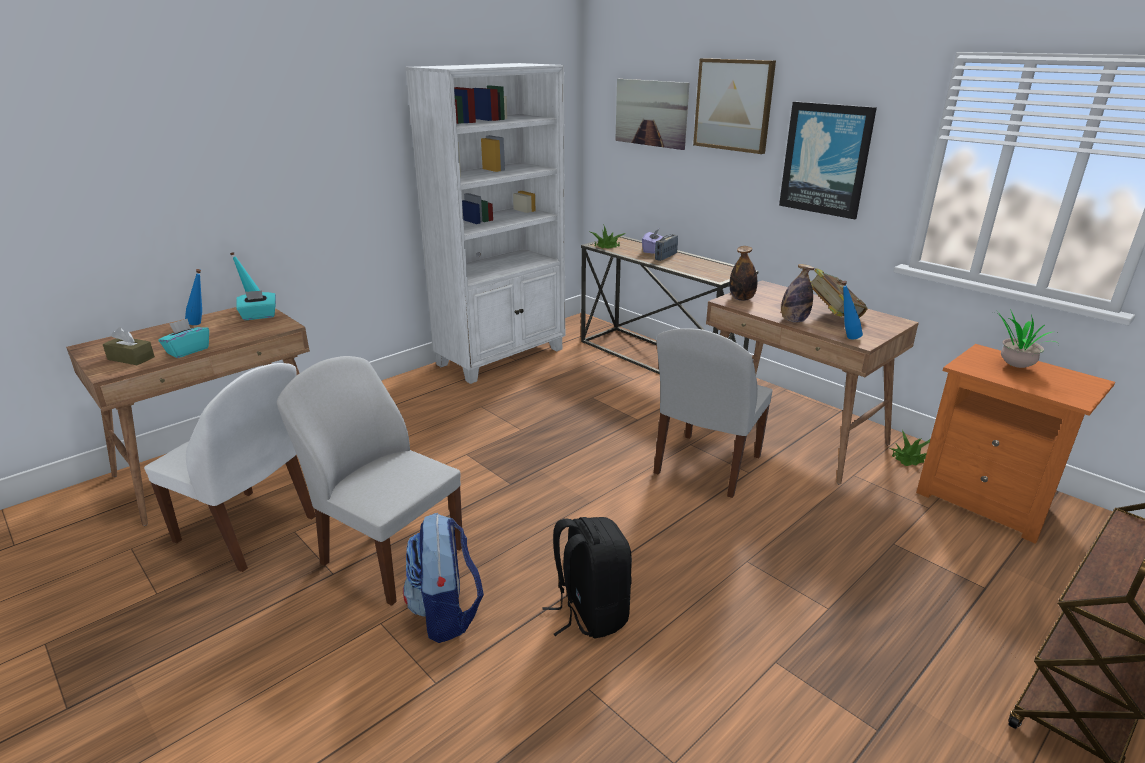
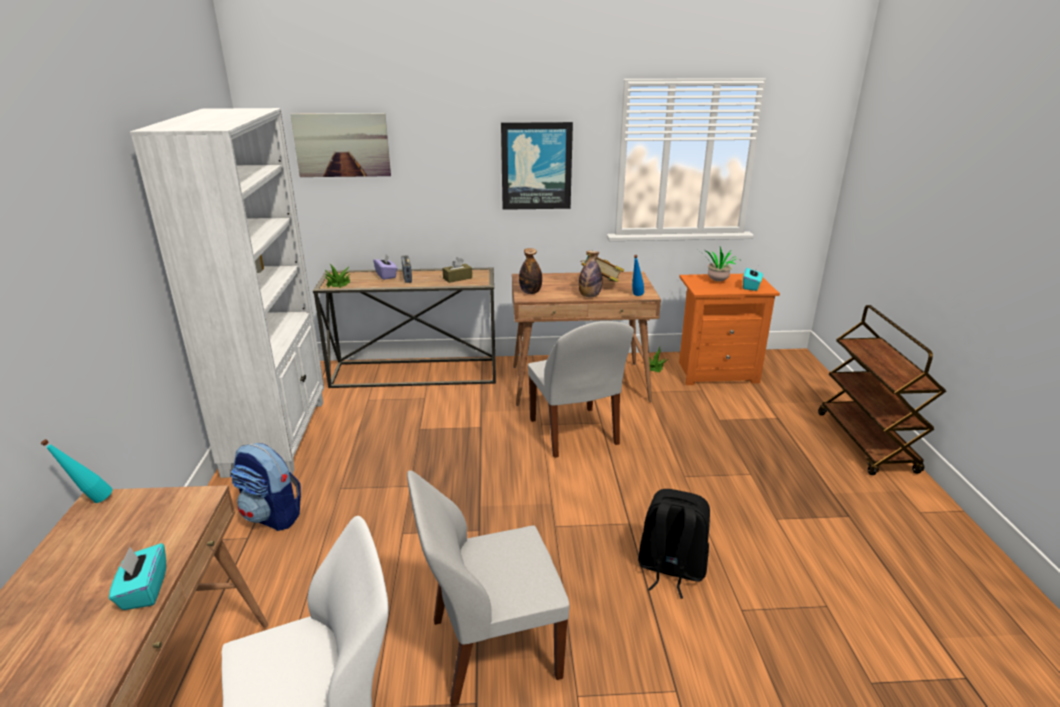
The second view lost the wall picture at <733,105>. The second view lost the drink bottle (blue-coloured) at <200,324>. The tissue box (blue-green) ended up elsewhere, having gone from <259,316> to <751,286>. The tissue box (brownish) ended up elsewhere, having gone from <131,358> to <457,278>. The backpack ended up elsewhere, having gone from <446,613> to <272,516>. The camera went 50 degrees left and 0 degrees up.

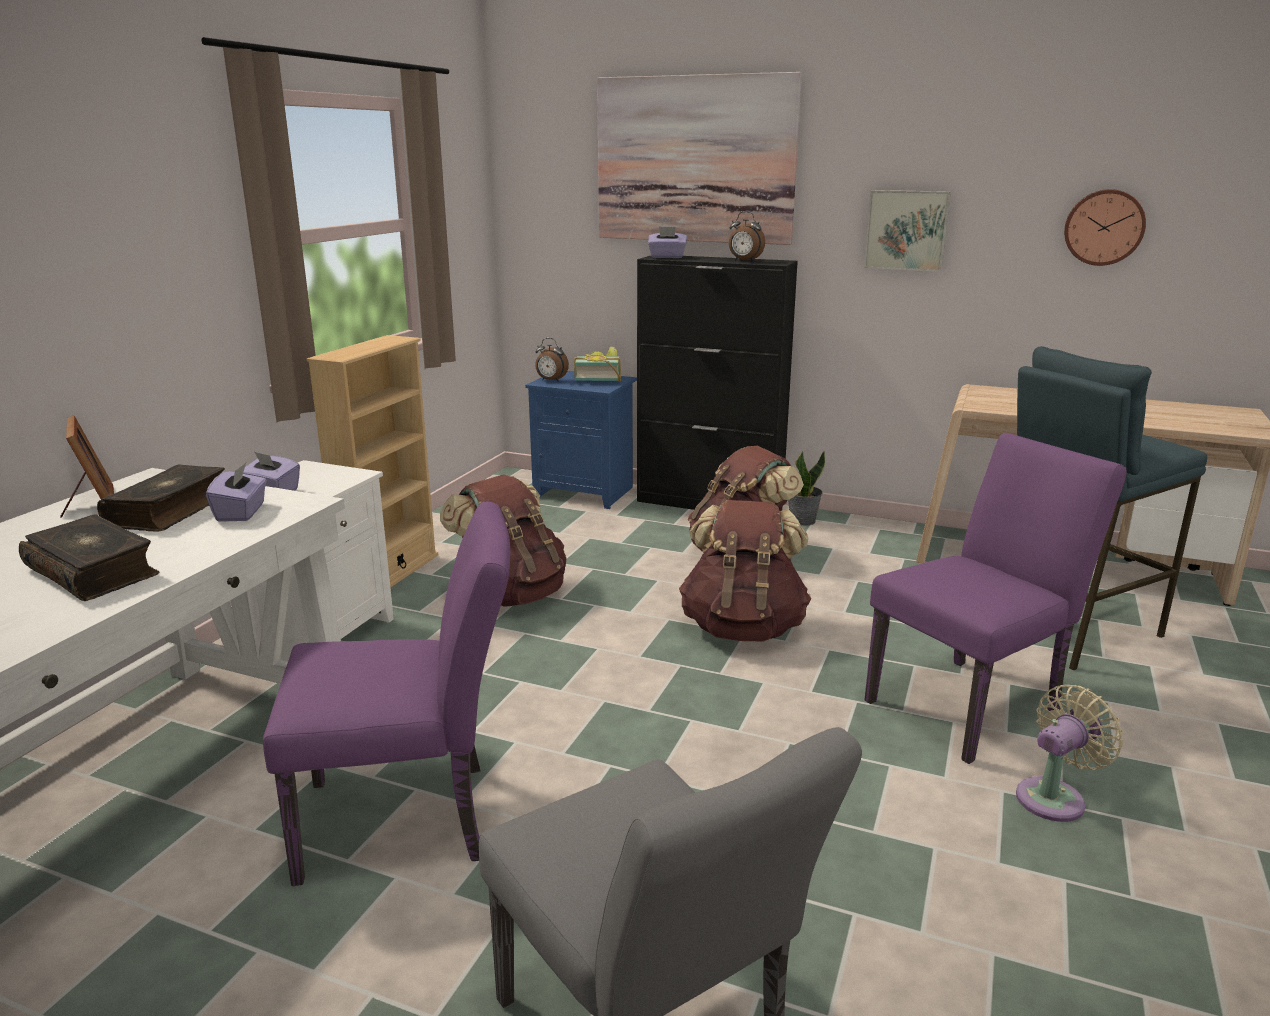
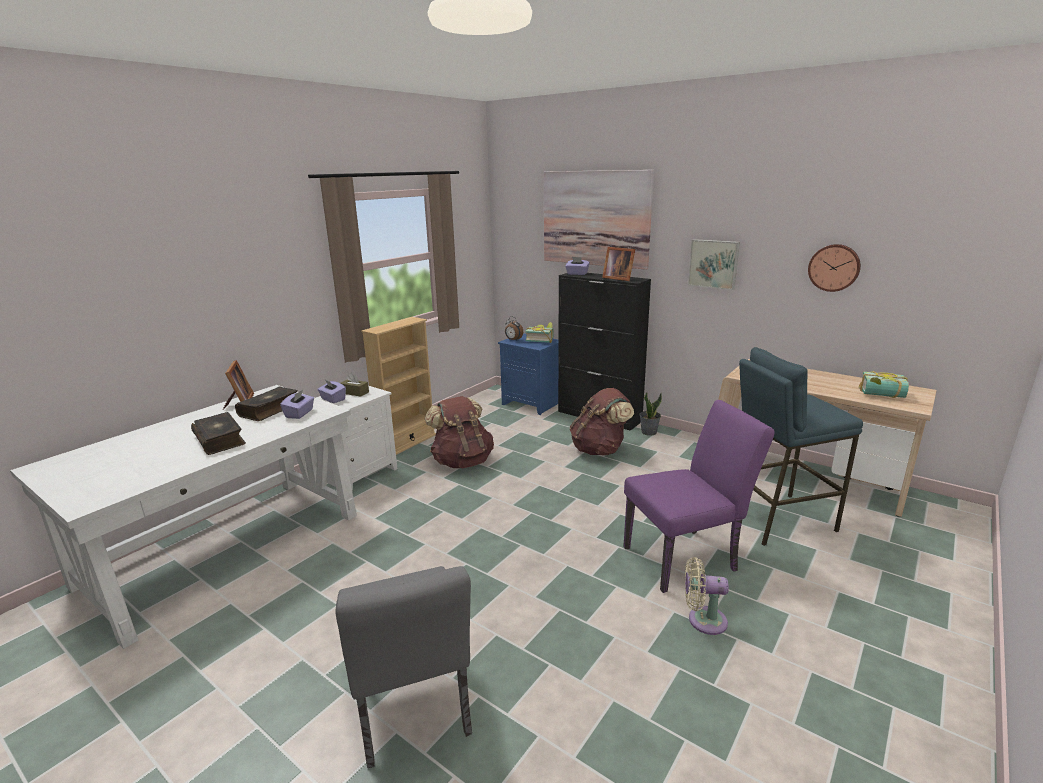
Where the alarm clock stood at <744,261>, the photo frame came to stand at <618,278>. The second view lost the backpack (brownish) at <743,628>. The second view lost the plain chair (purplish) at <412,819>. The cooling fan (beige) at <1054,797> ended up facing another way, 150 degrees counterclockwise from before. The second view gained the bound book at <882,395>. The second view gained the tissue box (brownish) at <355,392>. The camera went 15 degrees right and 0 degrees up.

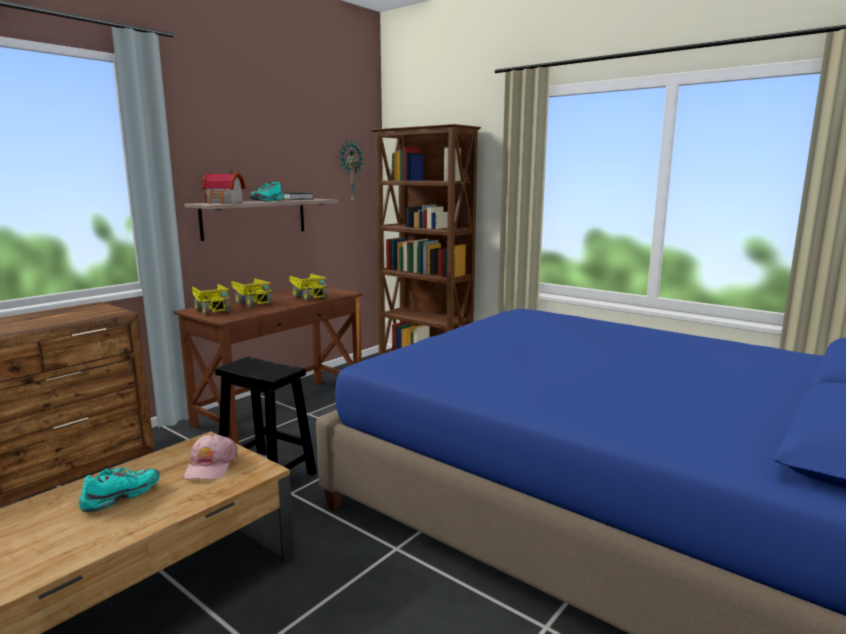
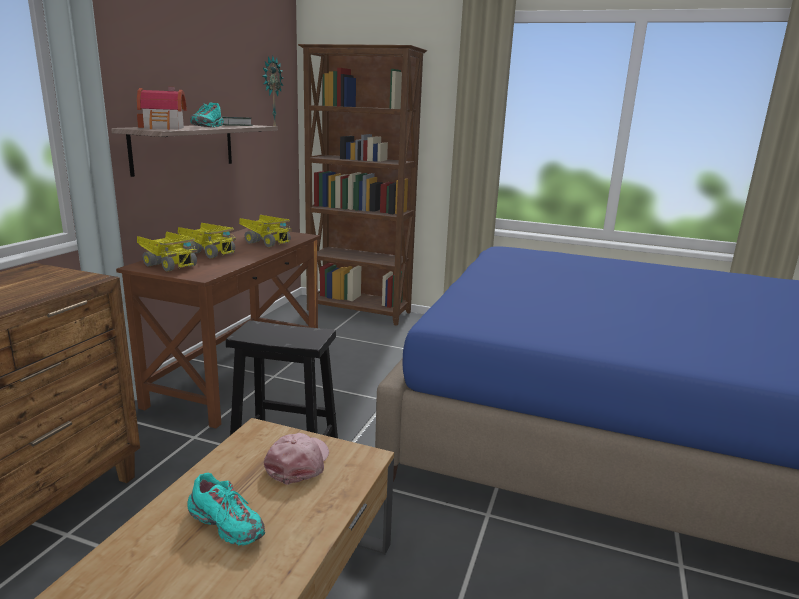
The baseball cap (pinkish) at <210,466> ended up facing another way, 150 degrees counterclockwise from before. The item of footwear (blue-green) at <121,497> ended up facing another way, 105 degrees clockwise from before. The camera went 20 degrees left and 5 degrees up.

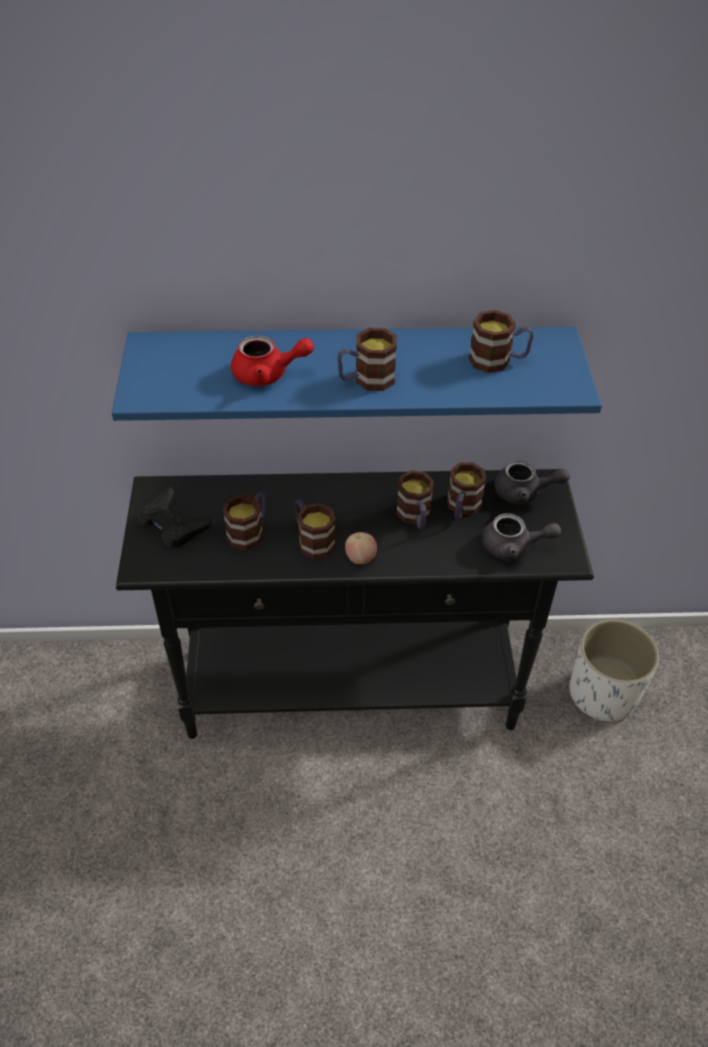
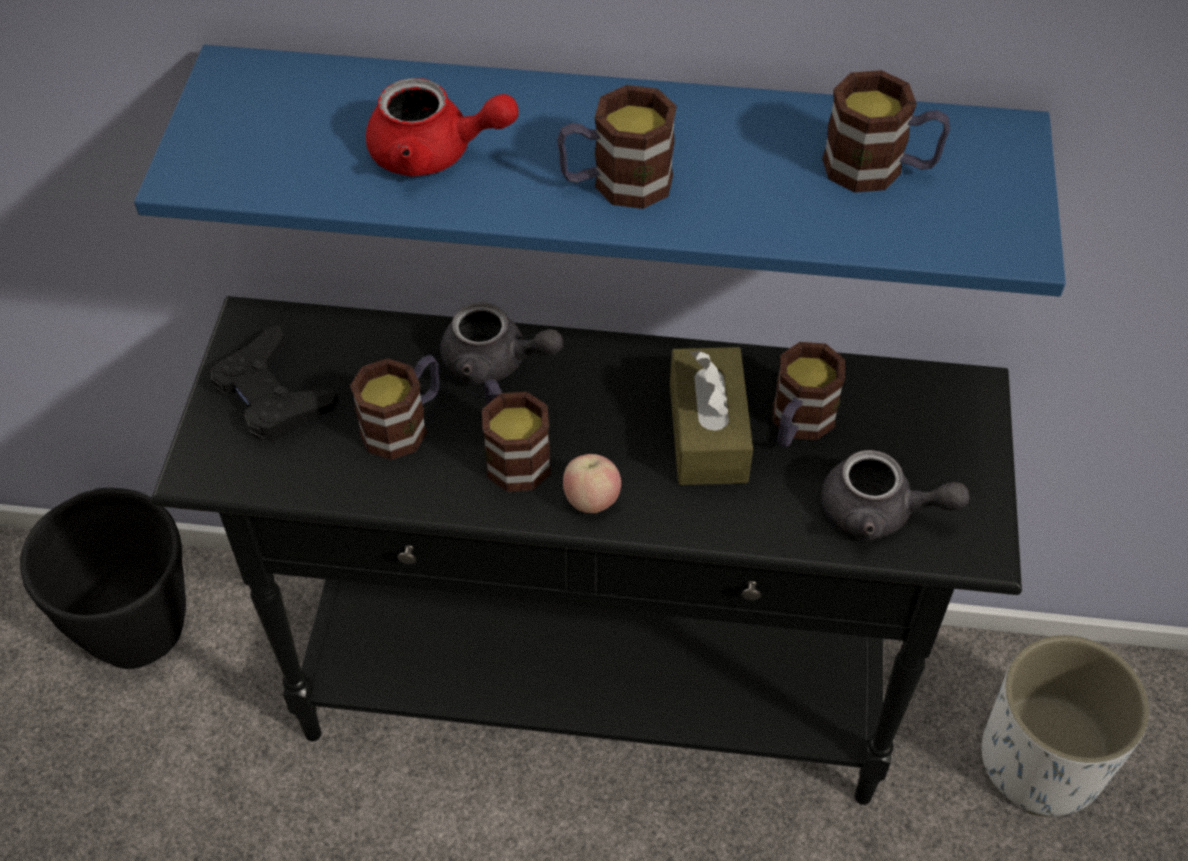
The pot for tea (greyish) ended up elsewhere, having gone from <524,493> to <495,363>. Where the tea mug stood at <415,517>, the tissue box (brownish) came to stand at <707,432>. The second view gained the flower pot (black) at <140,634>. The camera went 10 degrees right and 5 degrees up.

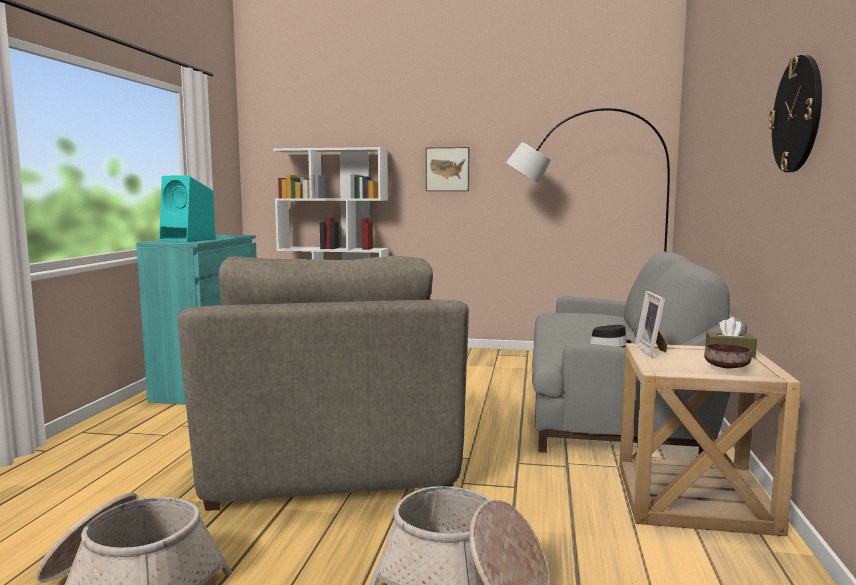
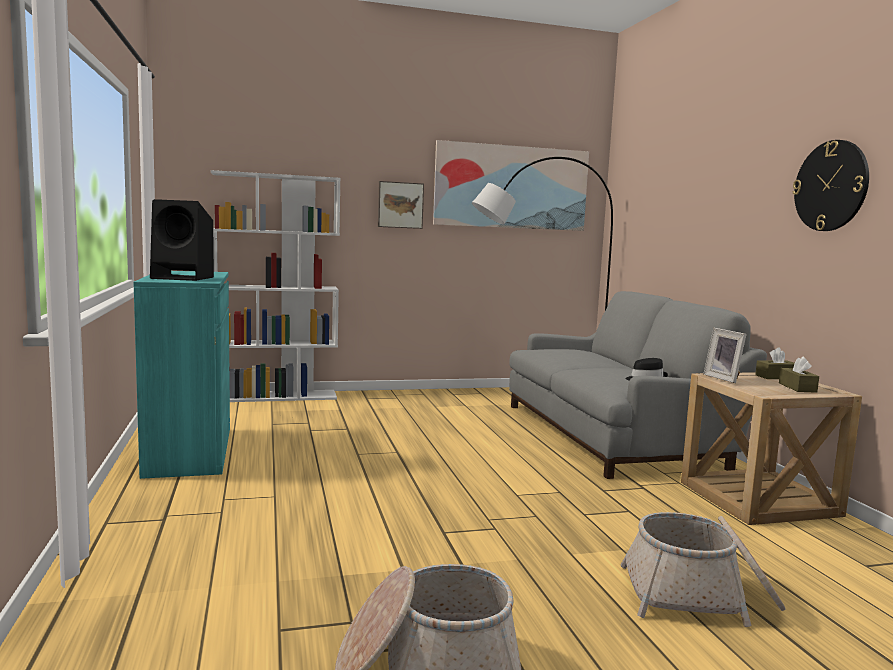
What was the audio speaker (blue-green) at <189,239> turned into the audio speaker (black) at <184,278>. The second view lost the lounge chair (greyish) at <331,463>. Where the deep dish (brownish) stood at <726,366>, the tissue box (brownish) came to stand at <797,387>. The second view gained the wall picture at <511,187>. The camera went 25 degrees left and 0 degrees up.

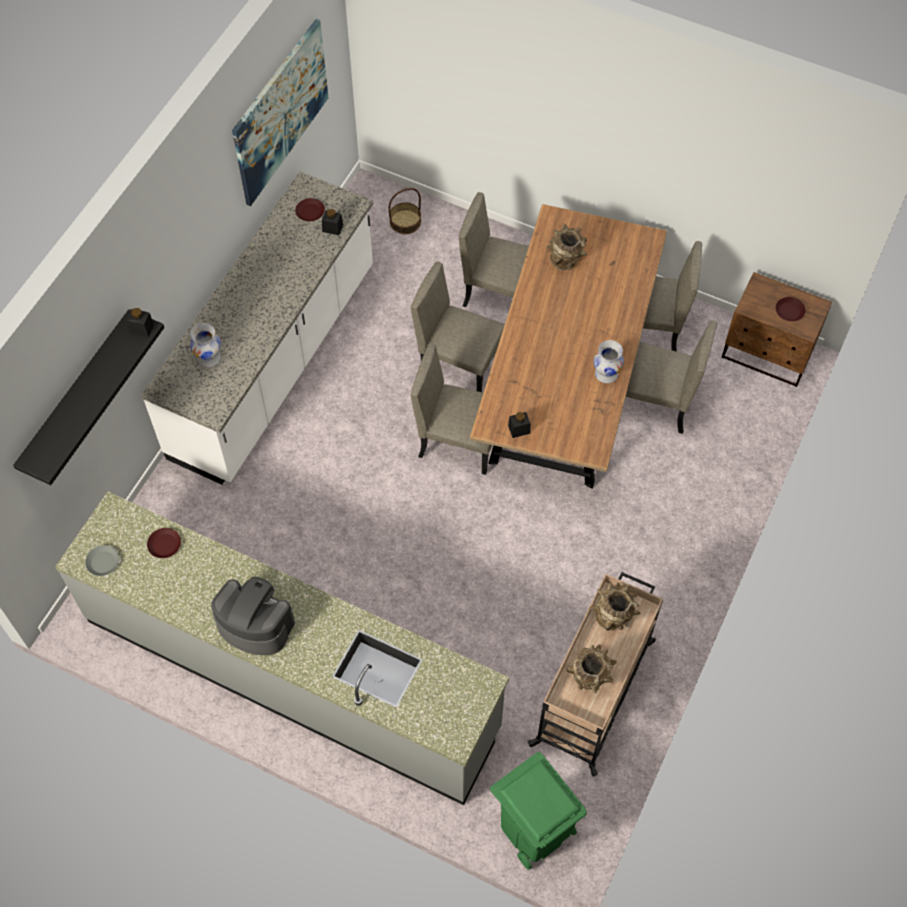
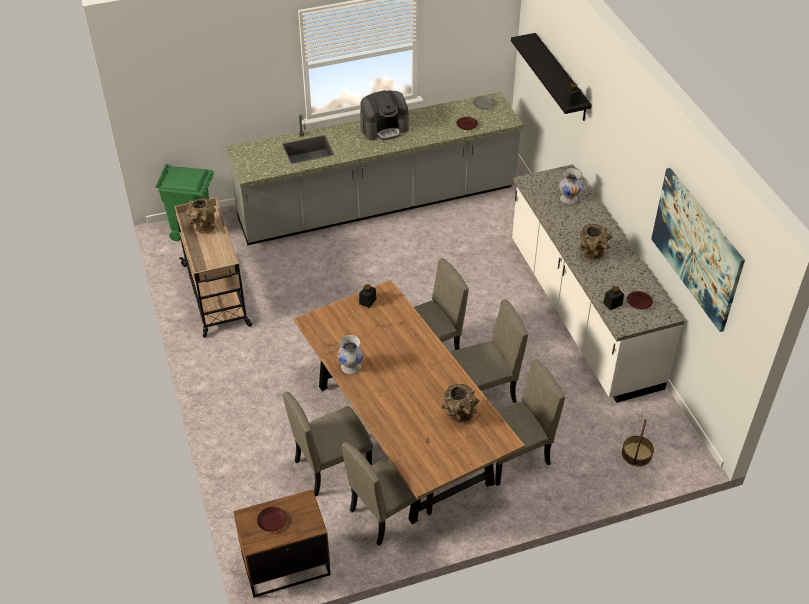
The flower vase (brownish) ended up elsewhere, having gone from <613,617> to <592,256>. The camera went 135 degrees right and 15 degrees down.

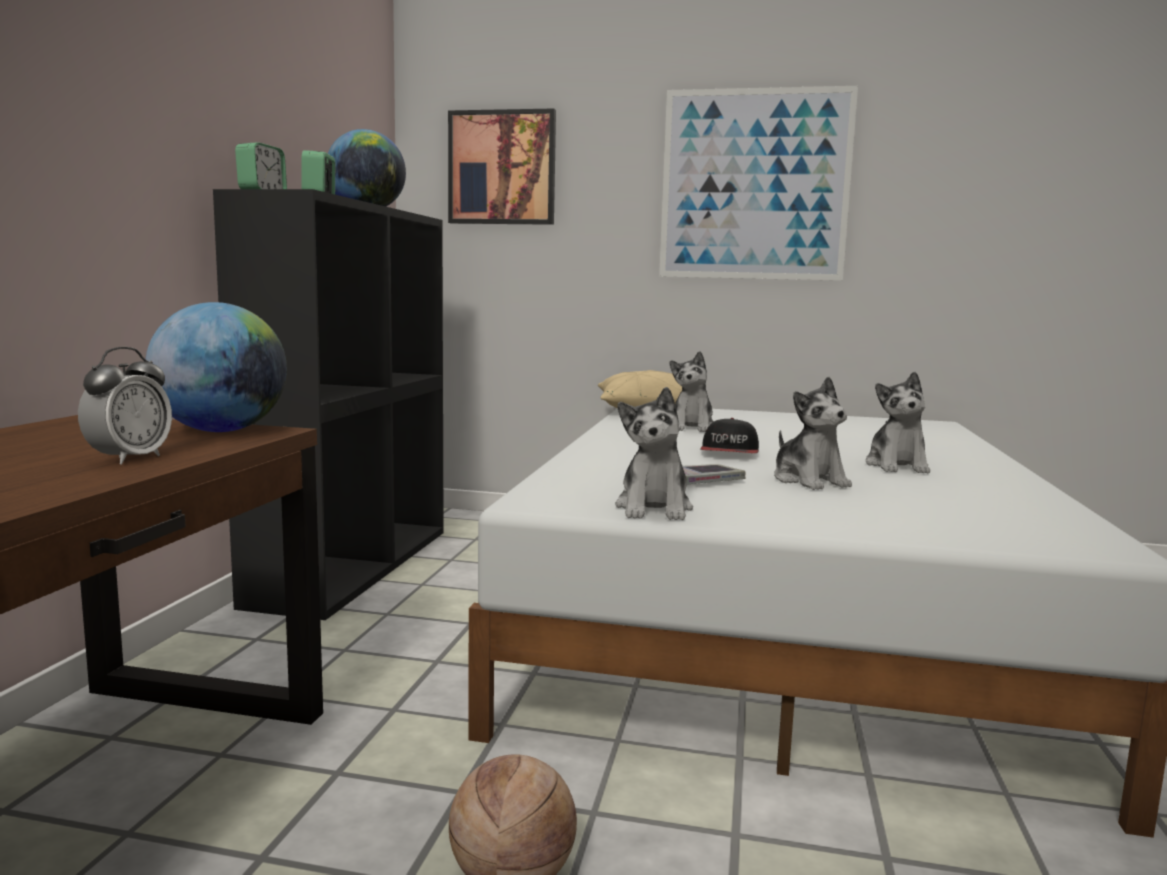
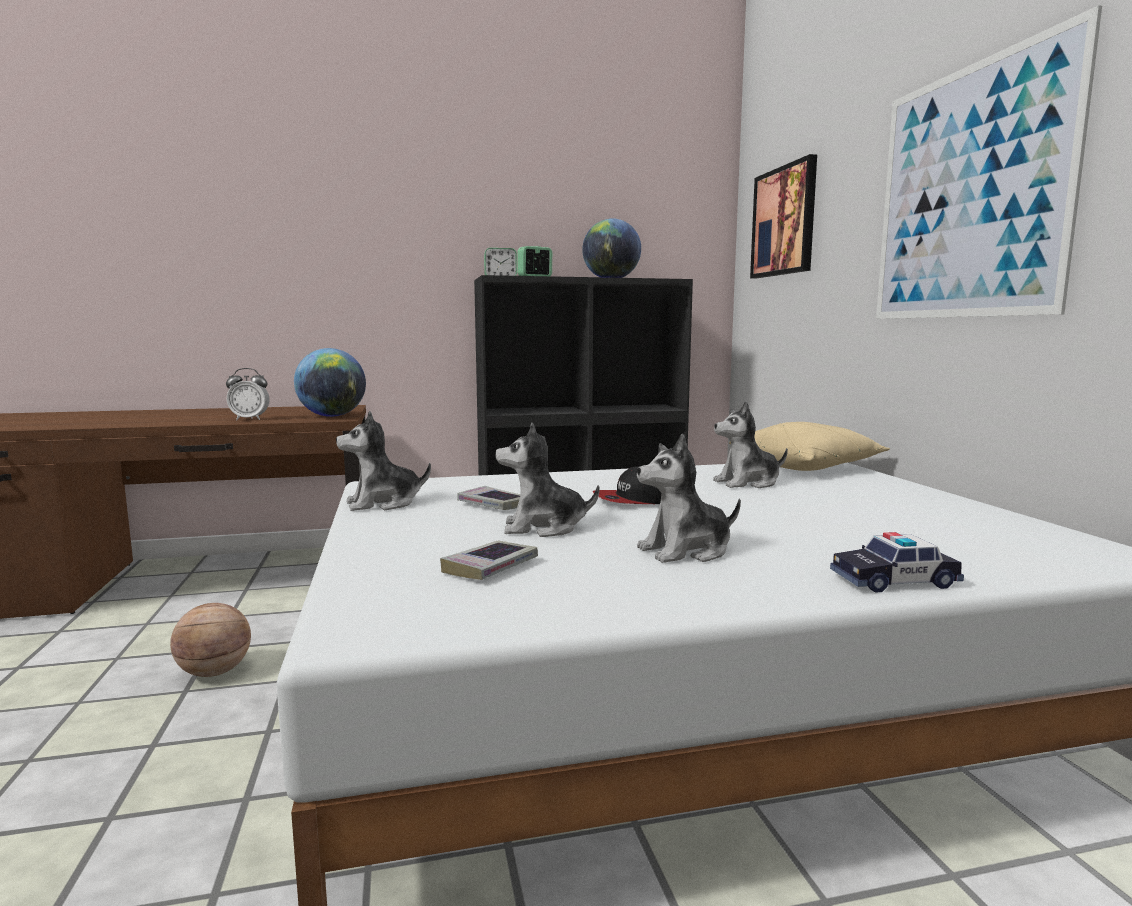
The soft toy at <809,480> ended up facing another way, 45 degrees clockwise from before. The second view gained the miniature car at <894,581>. The second view gained the bound book at <490,567>. The camera went 65 degrees right and 0 degrees up.

